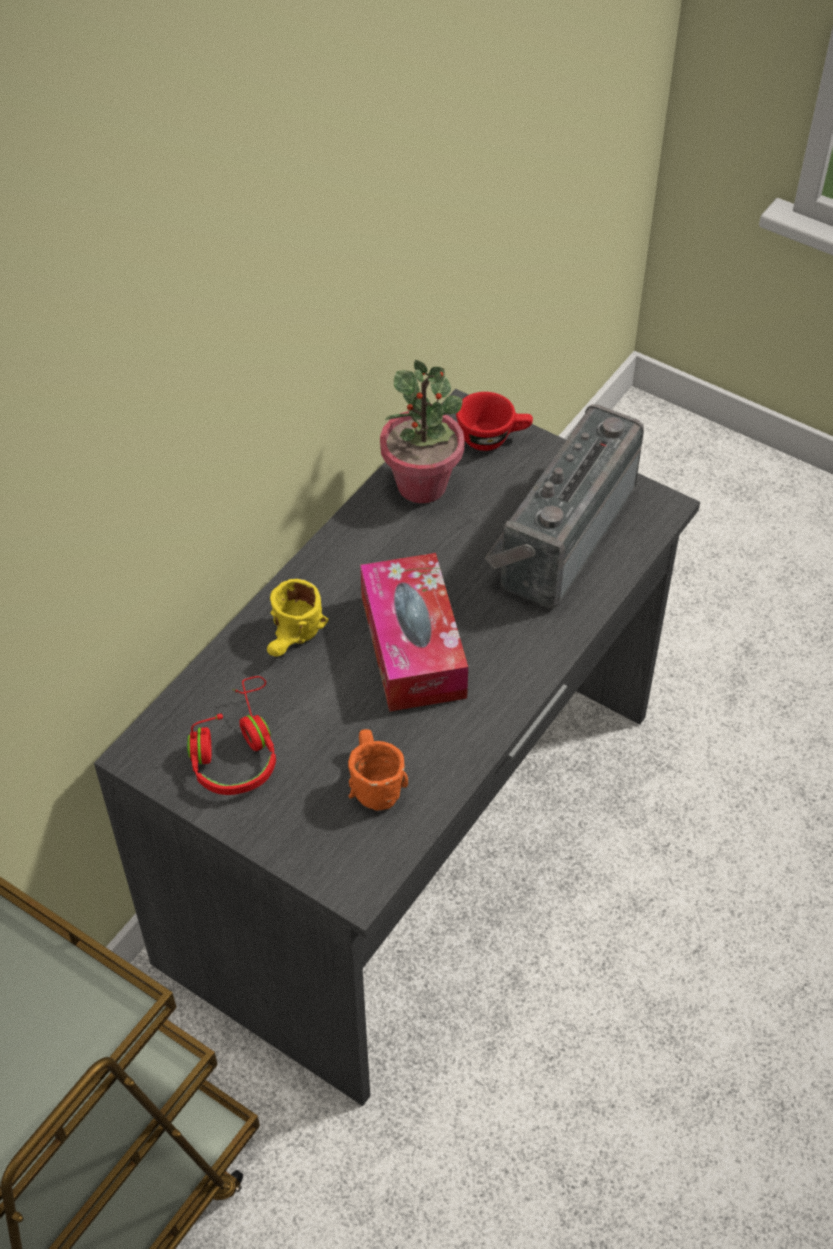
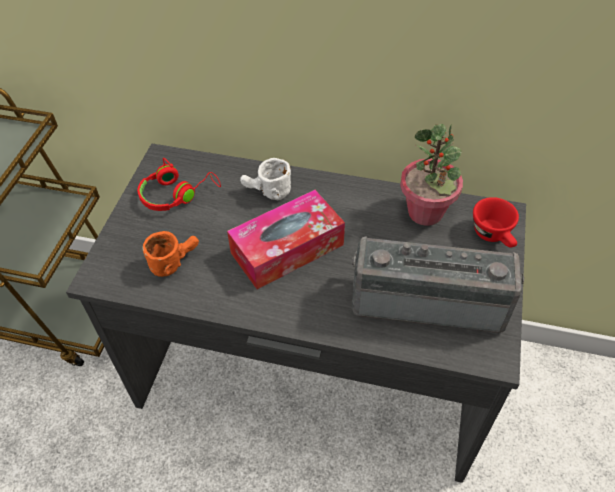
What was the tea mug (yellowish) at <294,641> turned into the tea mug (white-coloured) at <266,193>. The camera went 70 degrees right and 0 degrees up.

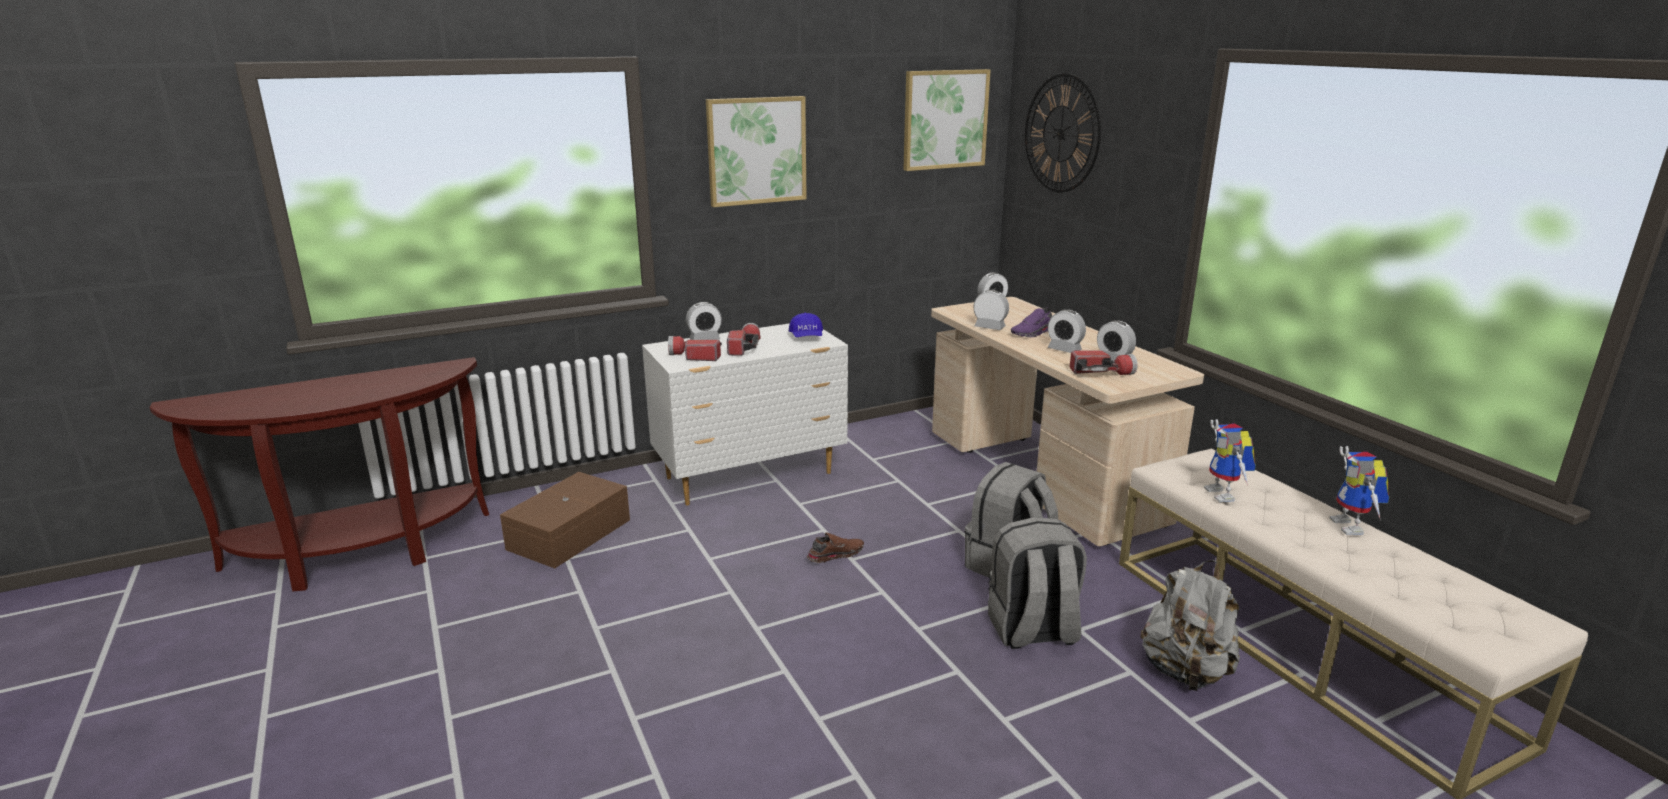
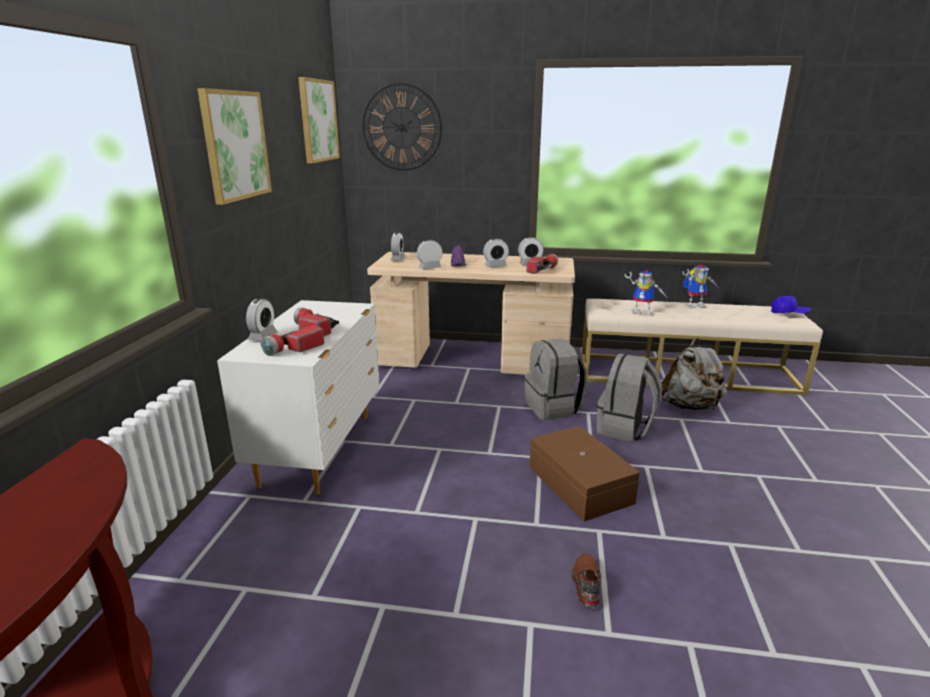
The baseball cap (blue-coloured) ended up elsewhere, having gone from <806,337> to <789,313>. The toy robot at <1353,528> ended up facing another way, 45 degrees counterclockwise from before. The storage container (brownish) ended up elsewhere, having gone from <567,534> to <579,486>. The item of footwear (brownish) ended up elsewhere, having gone from <835,554> to <585,584>. The camera went 55 degrees left and 0 degrees up.

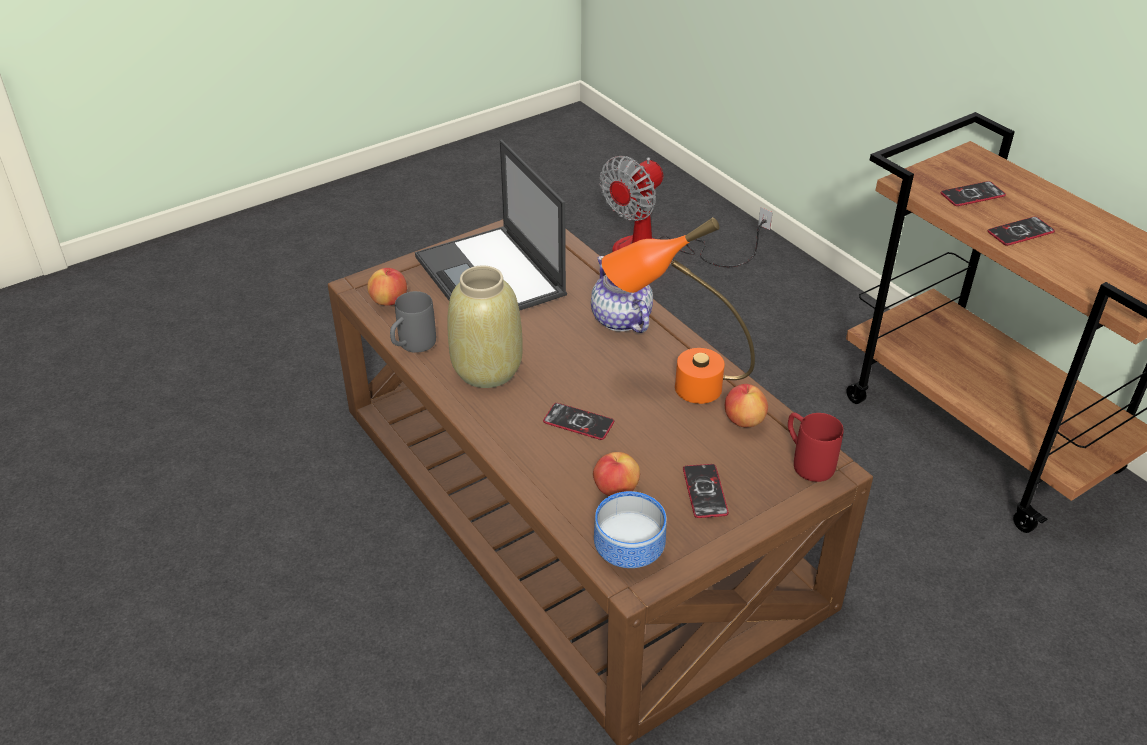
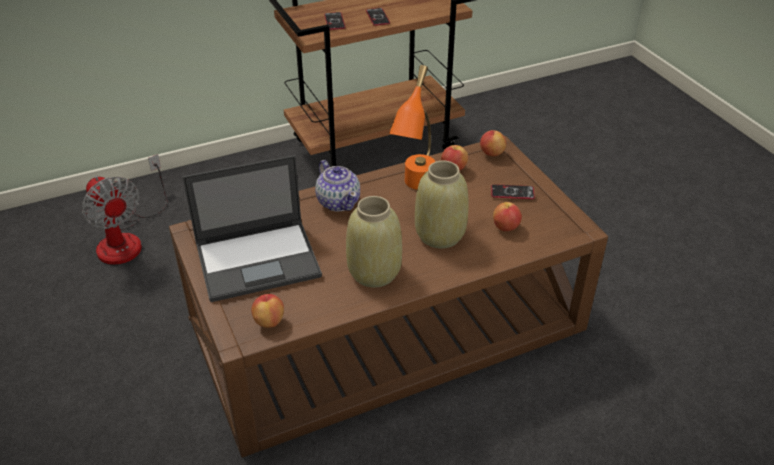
The pot for tea at <620,319> ended up facing another way, 105 degrees counterclockwise from before. The second view lost the tea mug (greyish) at <412,346>. Where the handset stood at <578,422>, the flower vase (beige) came to stand at <440,235>. Where the tea mug (red-coloured) stood at <806,461>, the whole apple came to stand at <491,153>. The second view lost the deep dish at <632,550>. The camera went 80 degrees left and 0 degrees up.

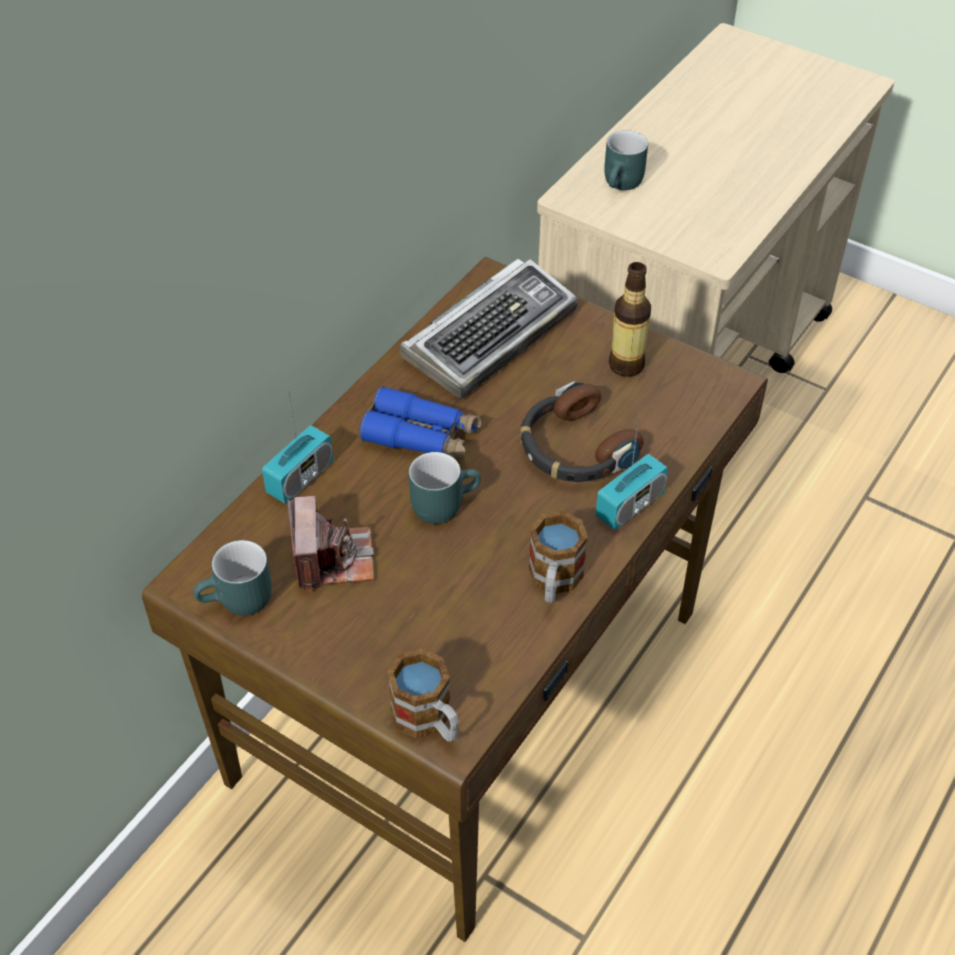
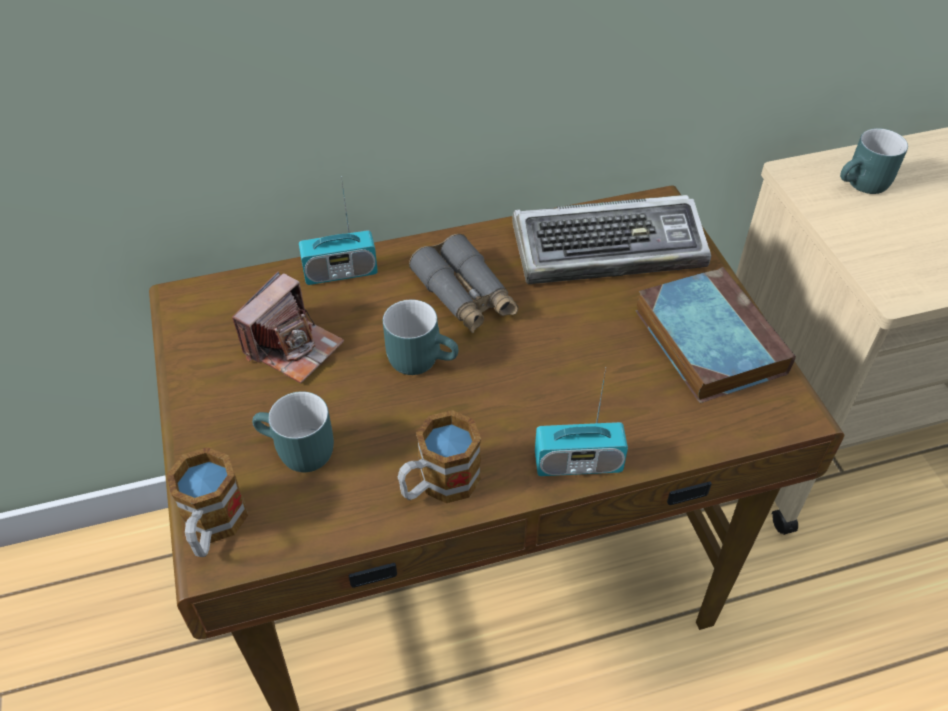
Where the drink bottle stood at <626,365>, the bound book came to stand at <706,339>. The second view lost the headset at <574,448>. What was the binoculars (blue-coloured) at <422,436> turned into the binoculars (greyish) at <465,296>. The tea mug (blue-green) ended up elsewhere, having gone from <239,603> to <296,453>. The camera went 40 degrees right and 0 degrees up.

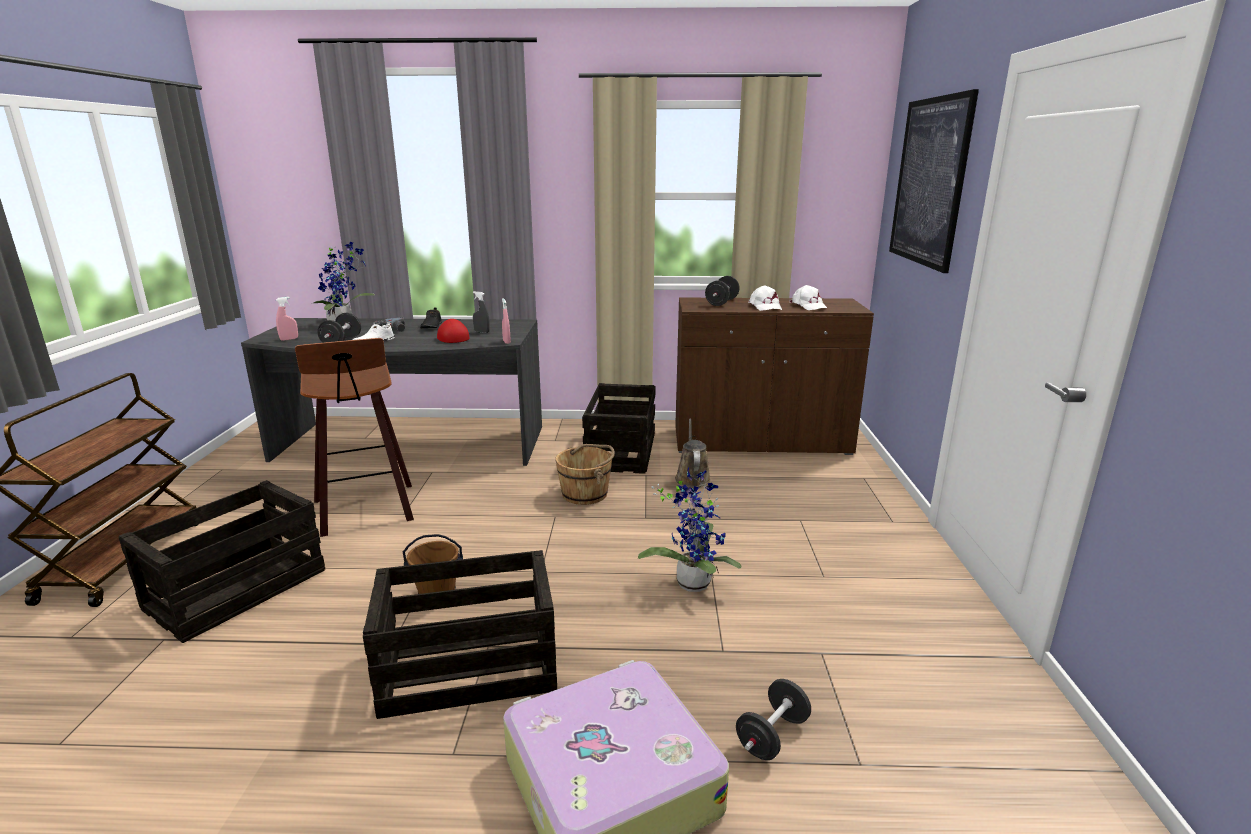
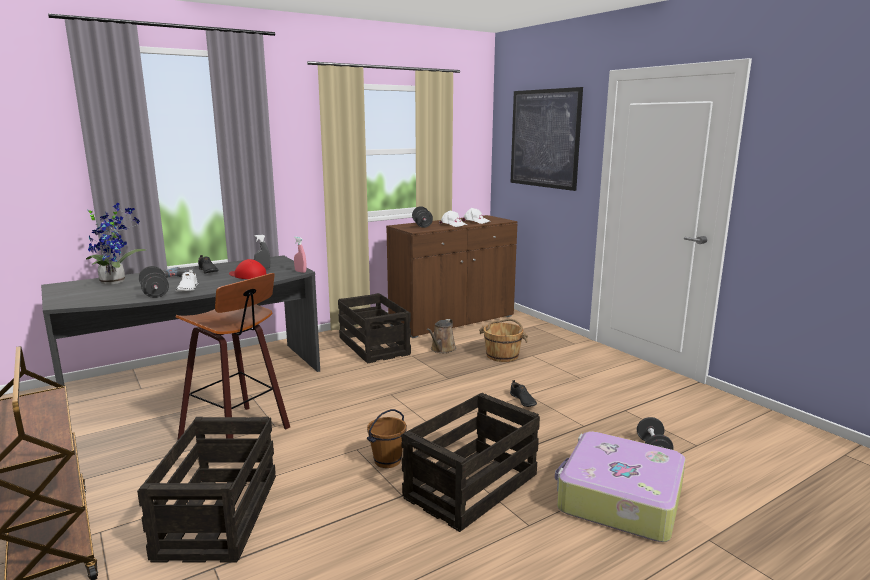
The second view lost the spray bottle (pinkish) at <289,339>. The sprinkling can (brownish) at <692,477> ended up facing another way, 120 degrees counterclockwise from before. The water bucket (brownish) ended up elsewhere, having gone from <586,494> to <502,355>. Where the houseplant stood at <692,581>, the item of footwear (black) came to stand at <522,401>. The camera went 35 degrees left and 5 degrees down.

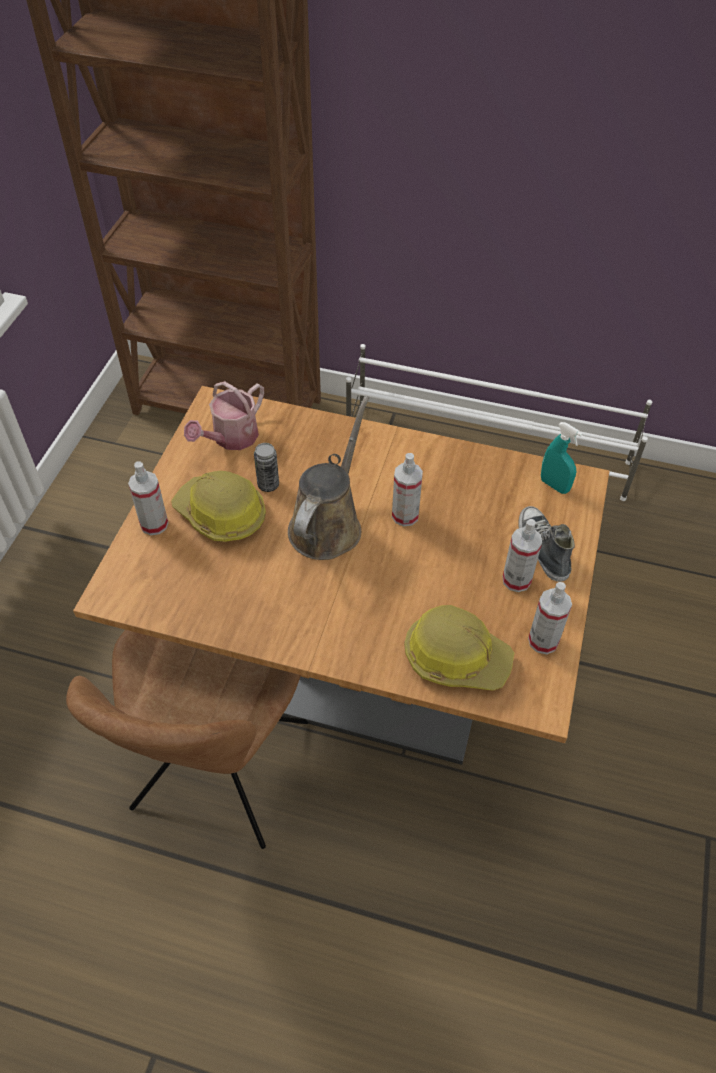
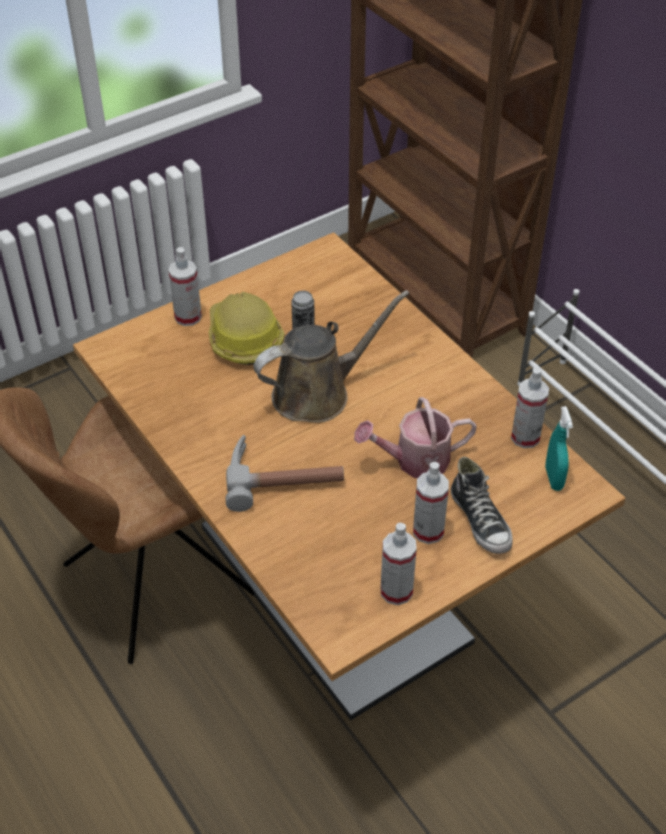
The sprinkling can ended up elsewhere, having gone from <231,438> to <414,461>. The spray bottle ended up elsewhere, having gone from <405,515> to <525,437>. The item of footwear at <542,548> ended up facing another way, 135 degrees clockwise from before. The second view lost the safety helmet at <455,657>. The second view gained the hand hammer at <283,476>. The camera went 40 degrees right and 5 degrees down.

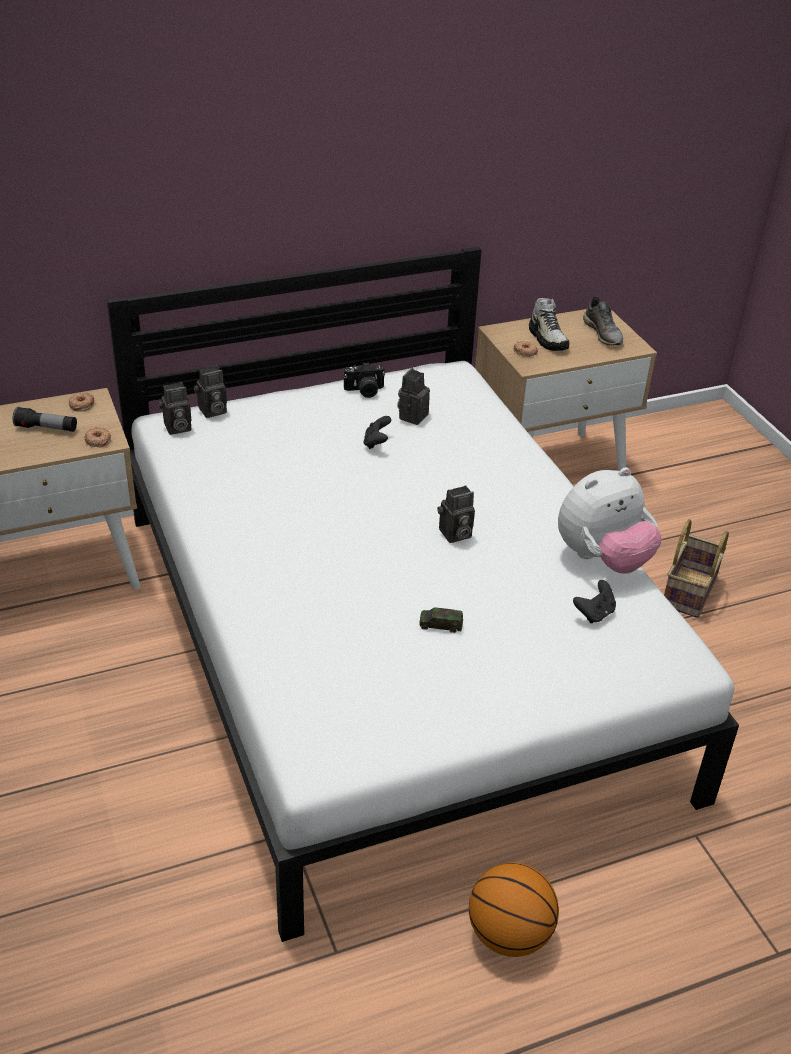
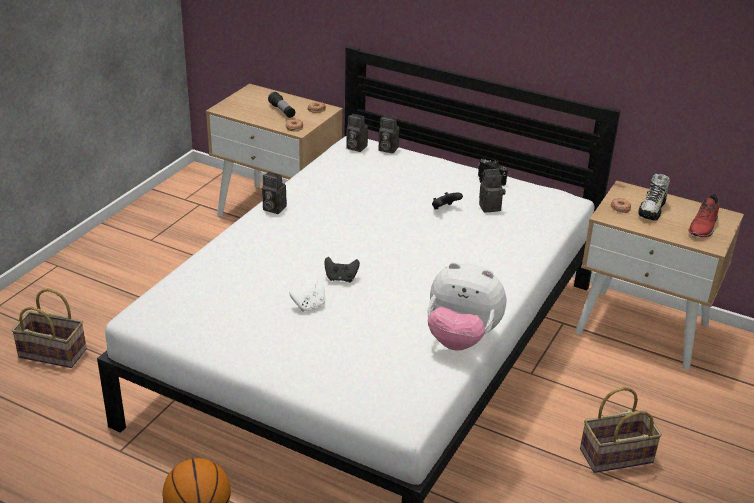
What was the item of footwear (greyish) at <603,333> turned into the item of footwear (red-coloured) at <704,226>. The photo camera ended up elsewhere, having gone from <454,535> to <272,208>. The gamepad (black) ended up elsewhere, having gone from <594,613> to <341,278>. Where the miniature car stood at <440,625>, the gamepad (white-coloured) came to stand at <309,306>. The second view gained the storage basket at <54,353>. The camera went 50 degrees right and 5 degrees down.

